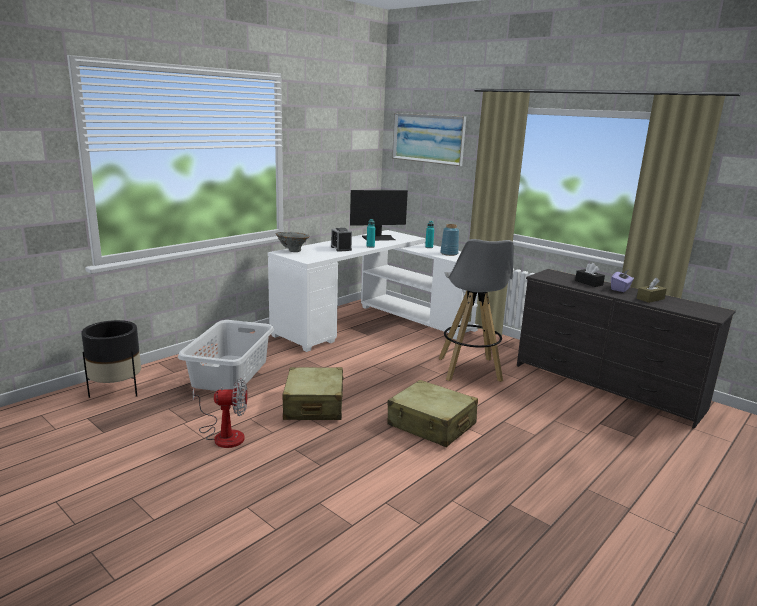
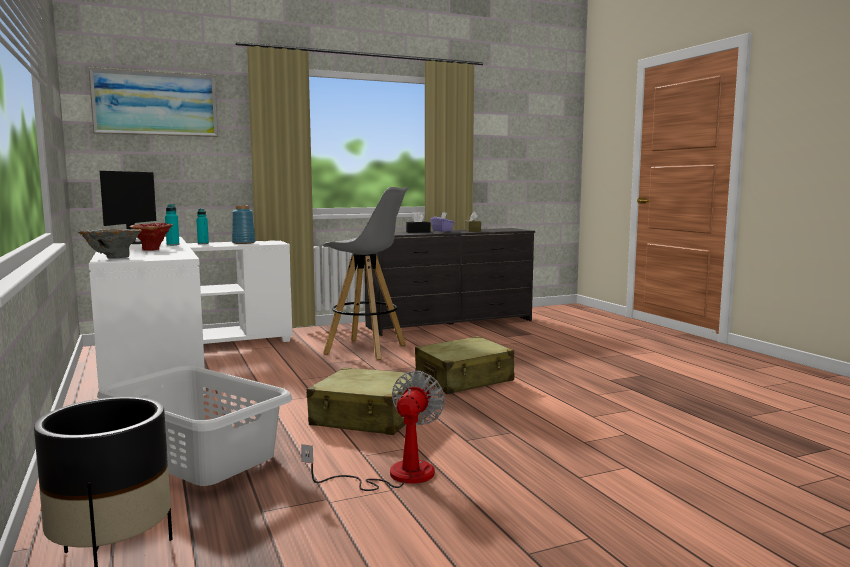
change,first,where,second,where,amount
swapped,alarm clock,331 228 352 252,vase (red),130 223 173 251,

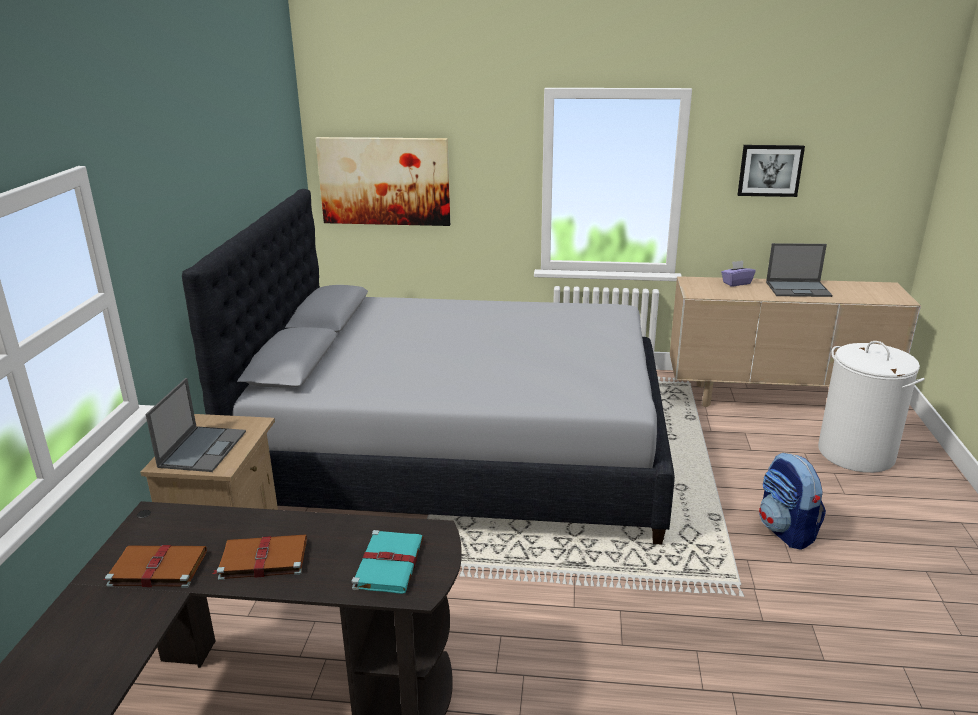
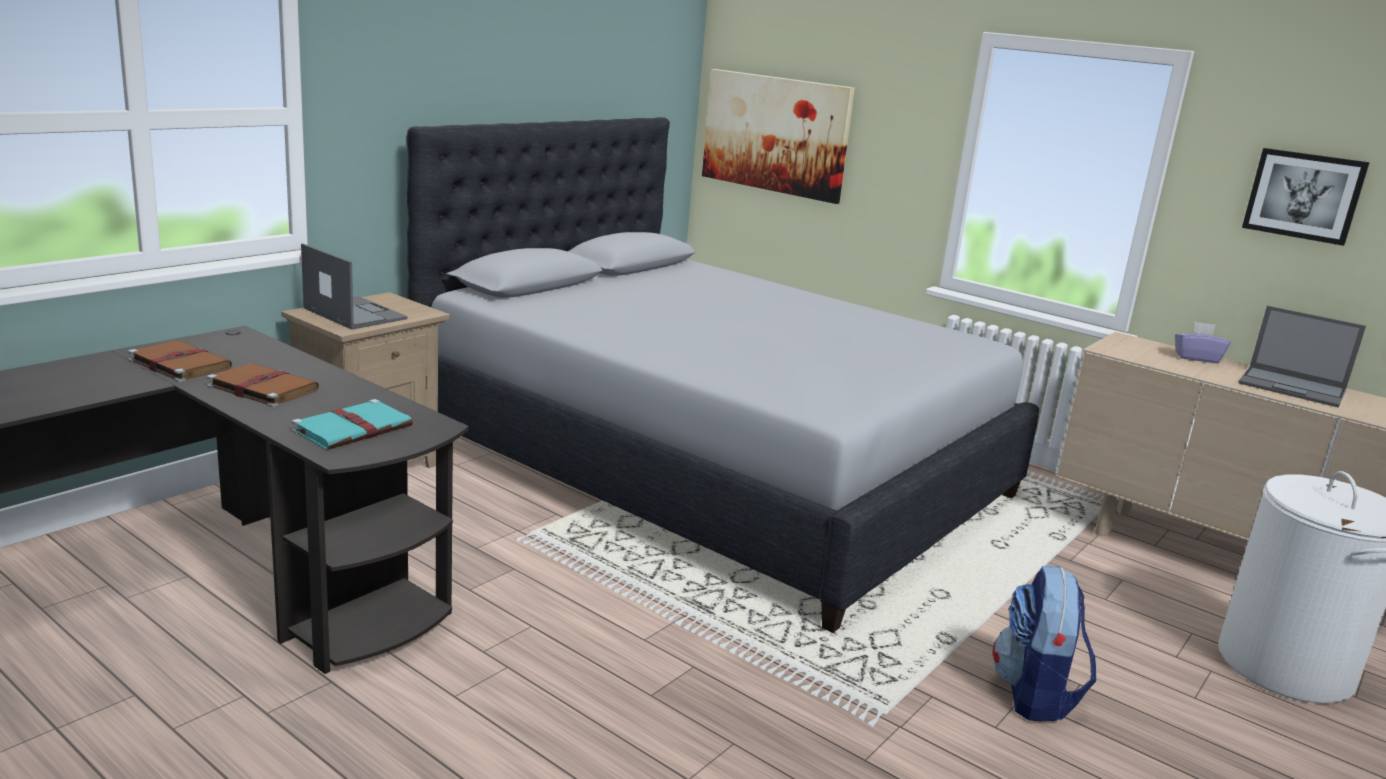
change,first,where,second,where,amount
rotated,laptop,146 378 246 472,,301 243 408 330,90 degrees counterclockwise

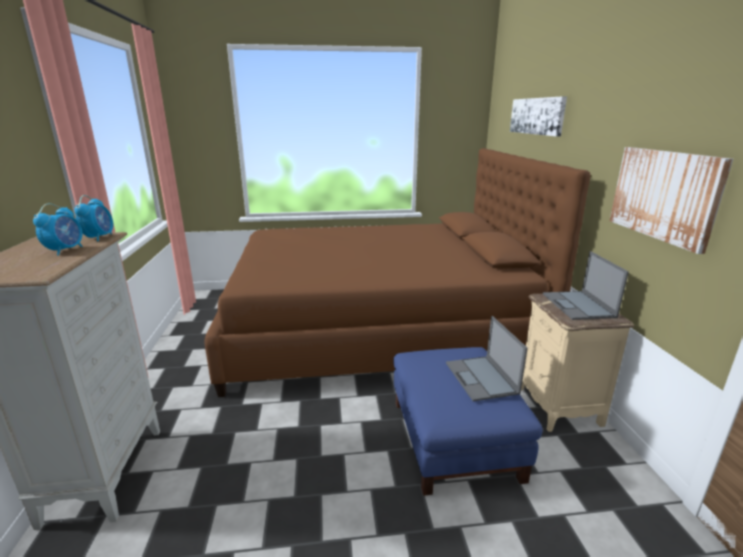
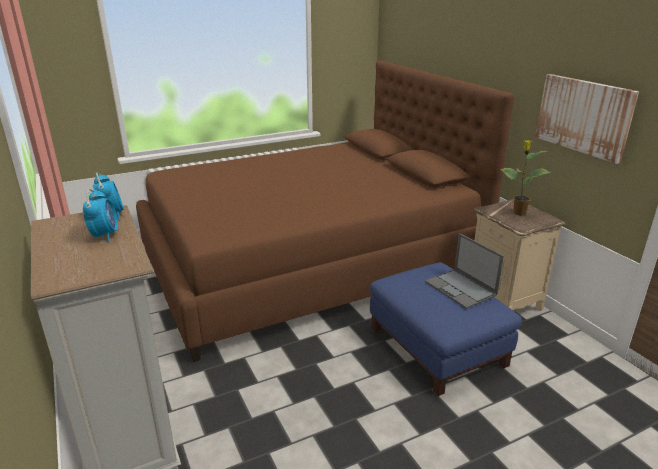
change,first,where,second,where,amount
gone,picture,510 96 567 137,,,
swapped,laptop,543 251 629 320,potted plant,500 140 550 216,

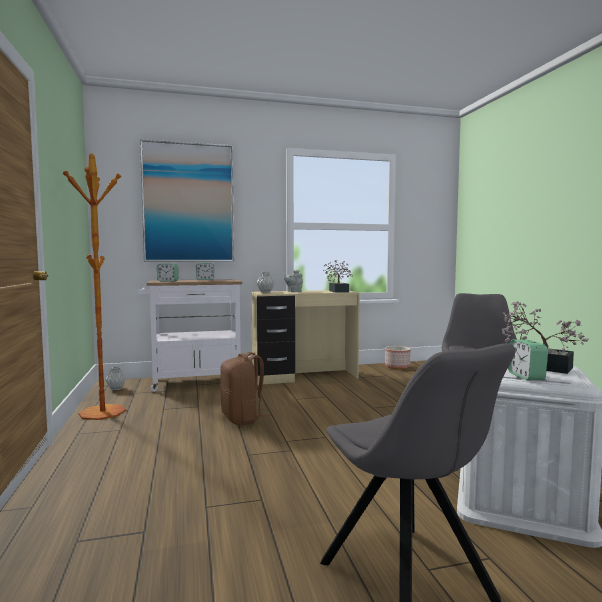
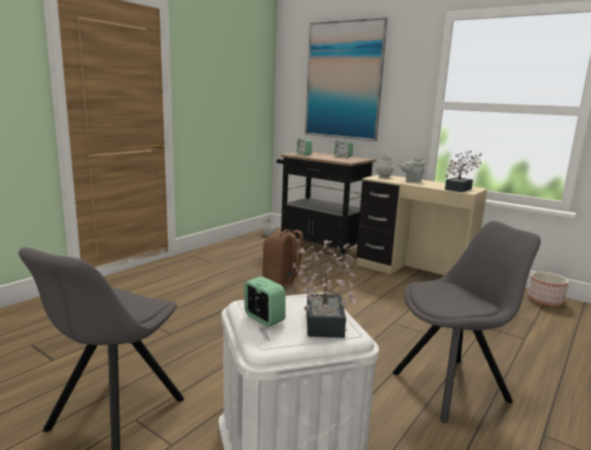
change,first,where,second,where,amount
gone,clothes rack (orange),63 153 126 420,,,
repainted,cart (white),137 279 242 392,cart (black),276 152 376 261,
rotated,alarm clock,508 339 548 381,,244 276 286 327,90 degrees clockwise

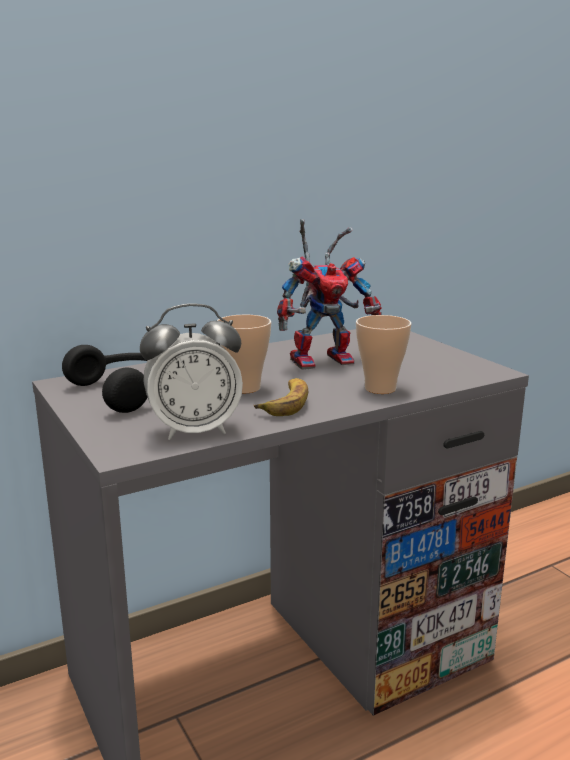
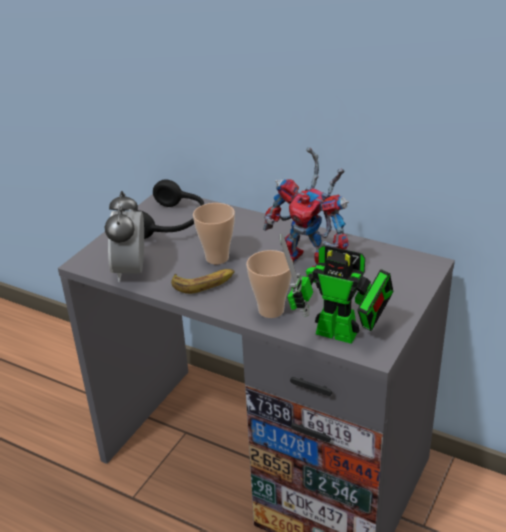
change,first,where,second,where,amount
rotated,alarm clock,140 303 243 440,,104 191 144 282,45 degrees clockwise
new,,,toy robot,280 234 393 344,

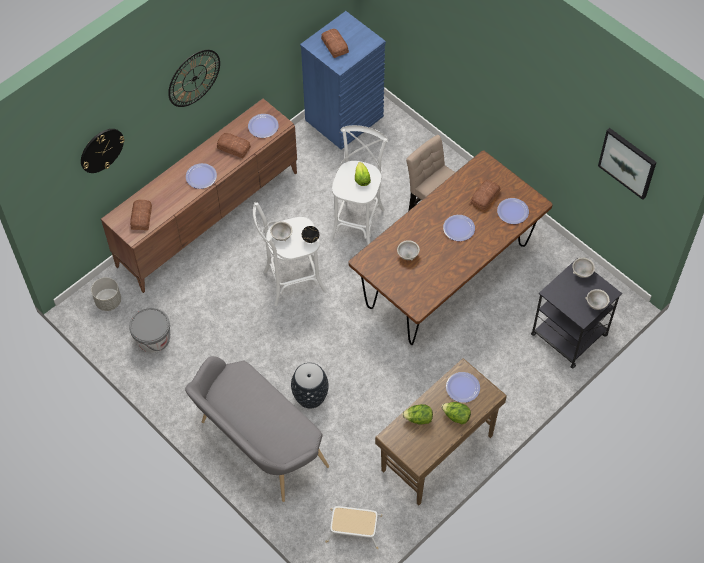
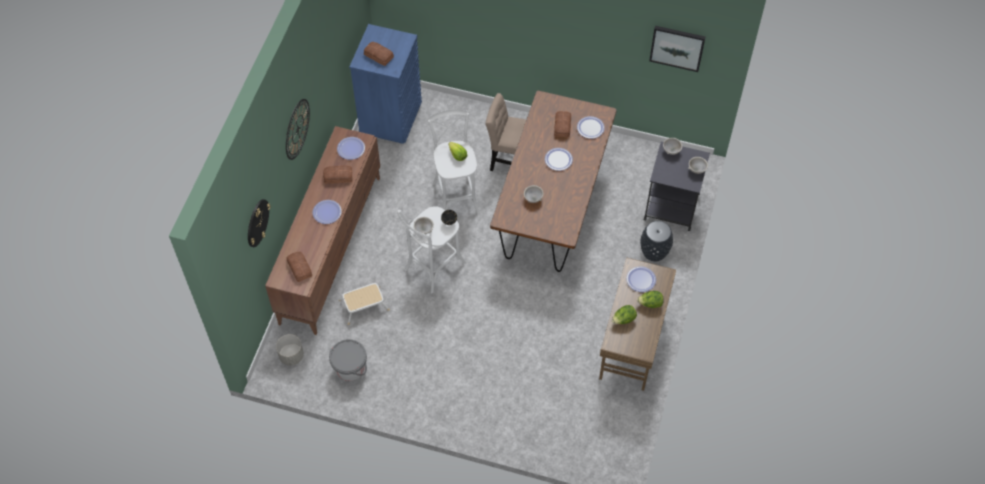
change,first,where,second,where,amount
gone,bench (grey),185 356 329 502,,,
shifted,stool (black),291 363 329 408,,640 221 673 261,
shifted,step ladder (beige),325 506 383 549,,338 283 390 325,

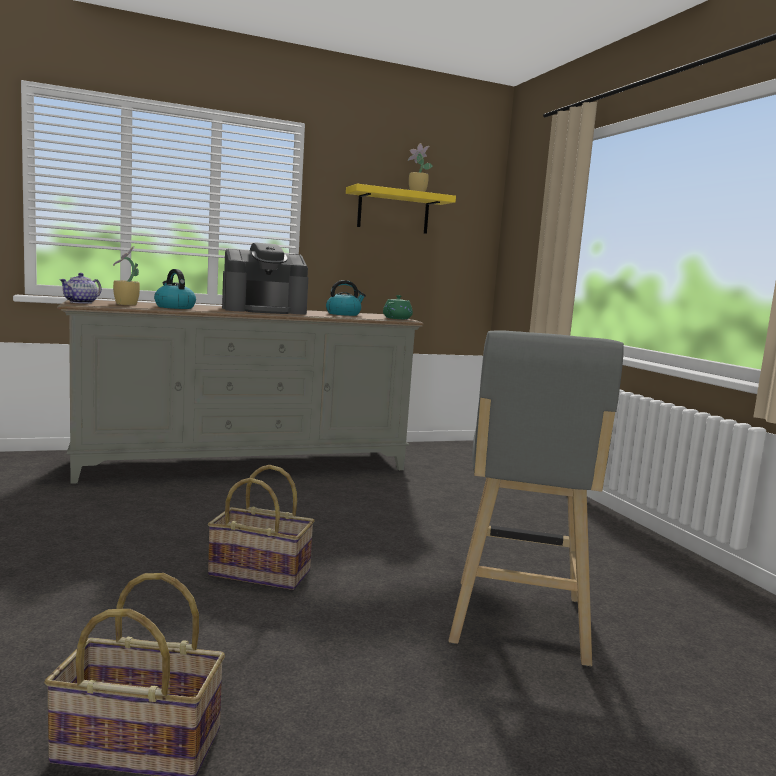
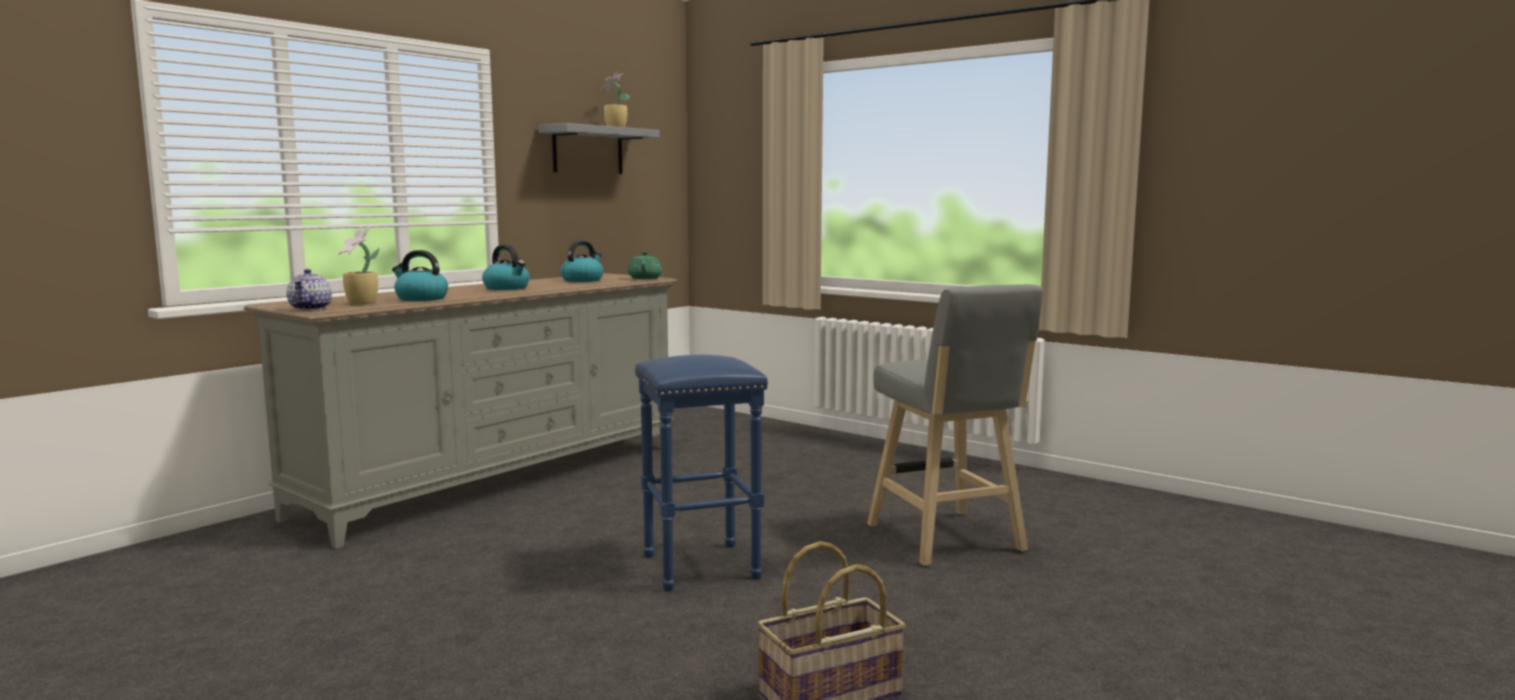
change,first,where,second,where,amount
swapped,basket,208 465 315 590,stool (blue),635 355 768 592,
swapped,coffee machine,222 242 308 314,kettle,482 244 530 290,
repainted,shelf (yellow),346 184 456 234,shelf (grey),538 123 660 174,

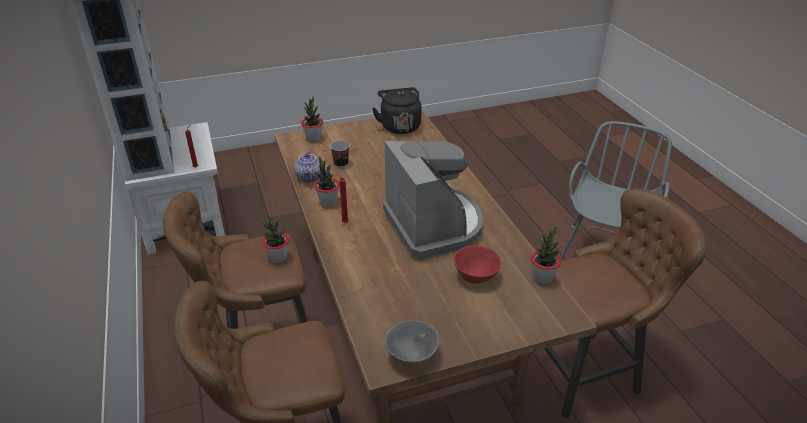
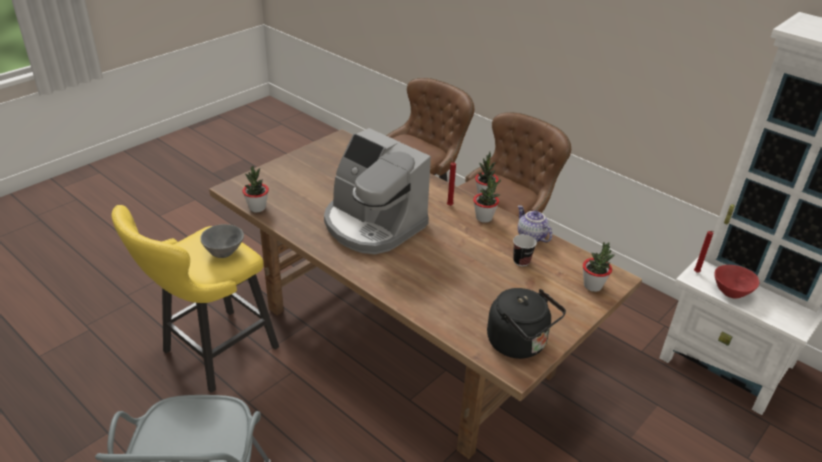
change,first,where,second,where,amount
shifted,bowl (grey),385 320 439 367,,200 224 244 258,
shifted,bowl (red),453 246 501 284,,714 265 759 298,
repainted,stool (brown),529 188 706 419,stool (yellow),111 205 279 393,

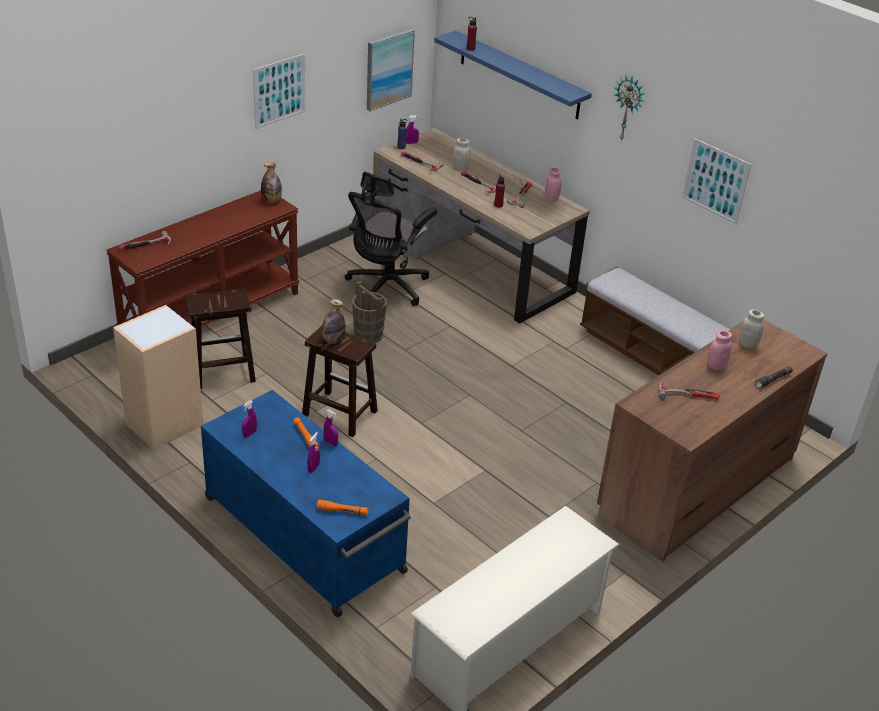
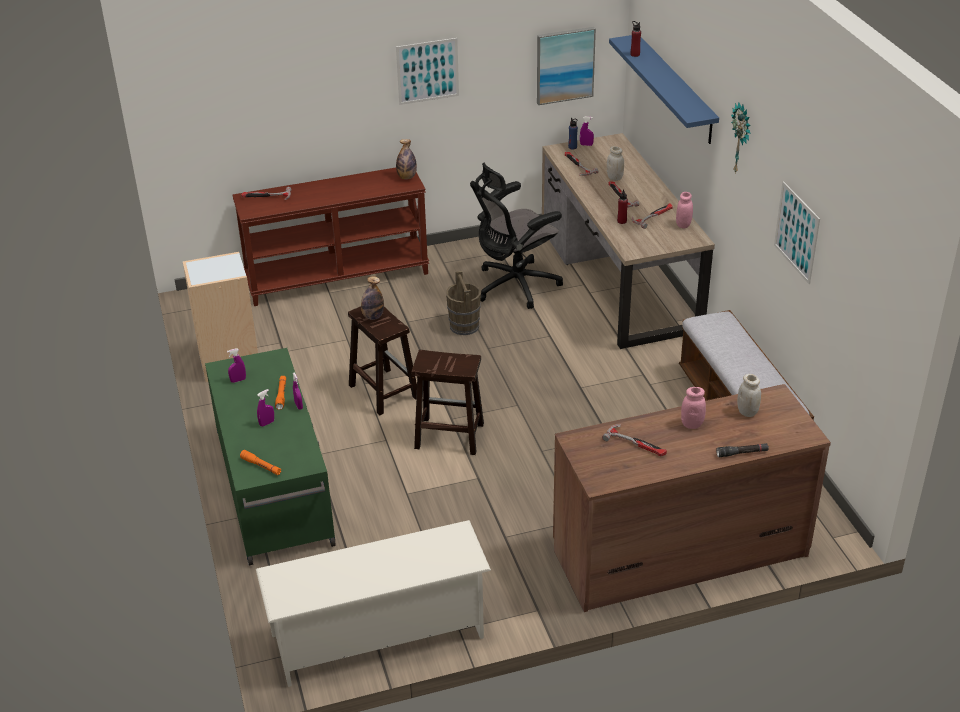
change,first,where,second,where,amount
shifted,stool (brown),186 288 256 389,,412 350 484 455,
repainted,cabinet (blue),201 390 411 617,cabinet (green),205 348 336 566,

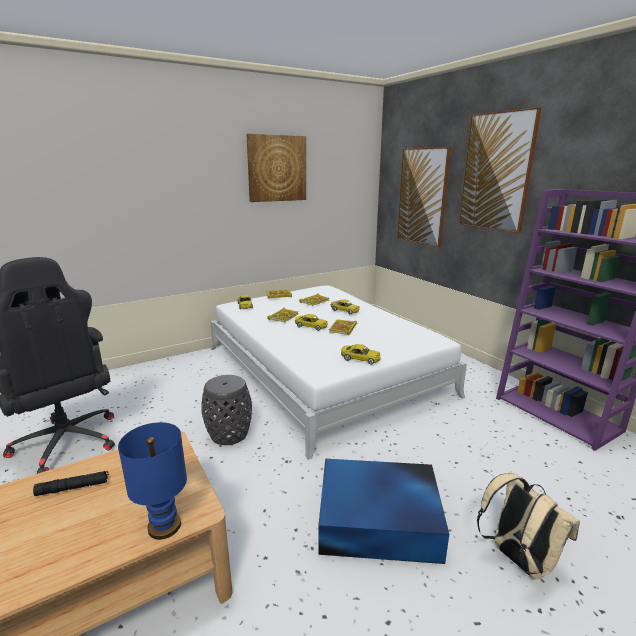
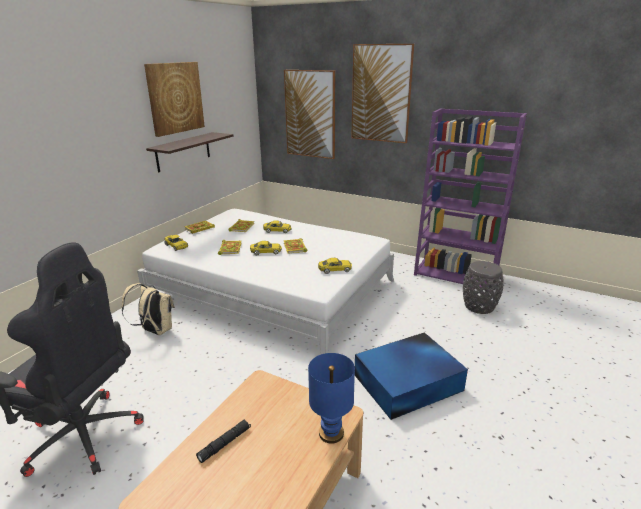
change,first,where,second,where,amount
shifted,stool (grey),201 375 252 445,,463 261 503 314,
shifted,backpack (beige),477 471 580 579,,122 283 175 335,
new,,,shelf,146 132 234 172,

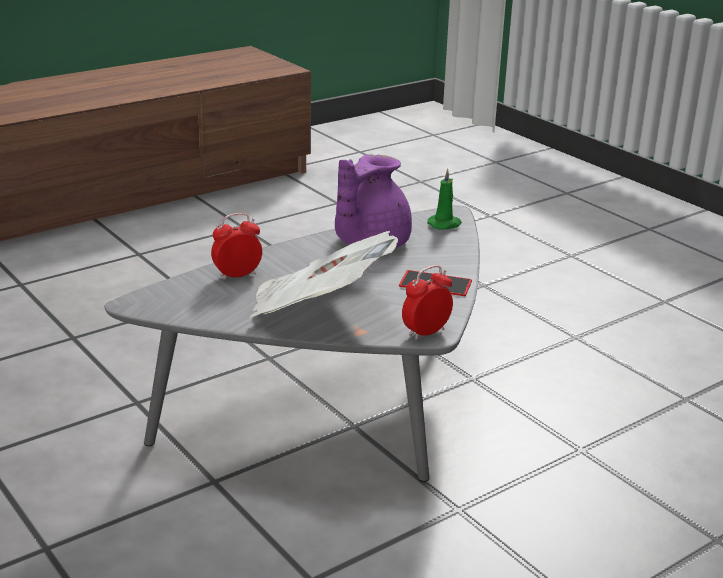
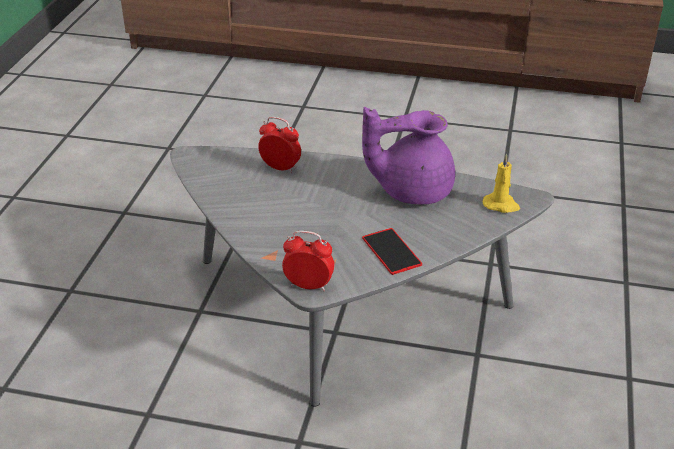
change,first,where,second,where,amount
gone,newspaper,250 231 398 318,,,
repainted,candle (green),427 169 462 230,candle (yellow),483 154 520 213,

